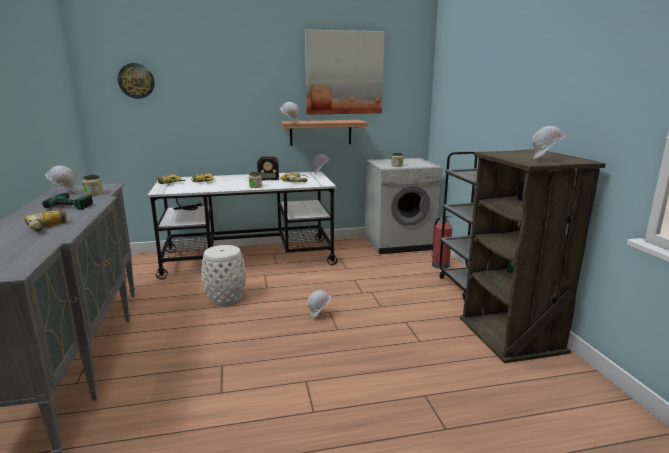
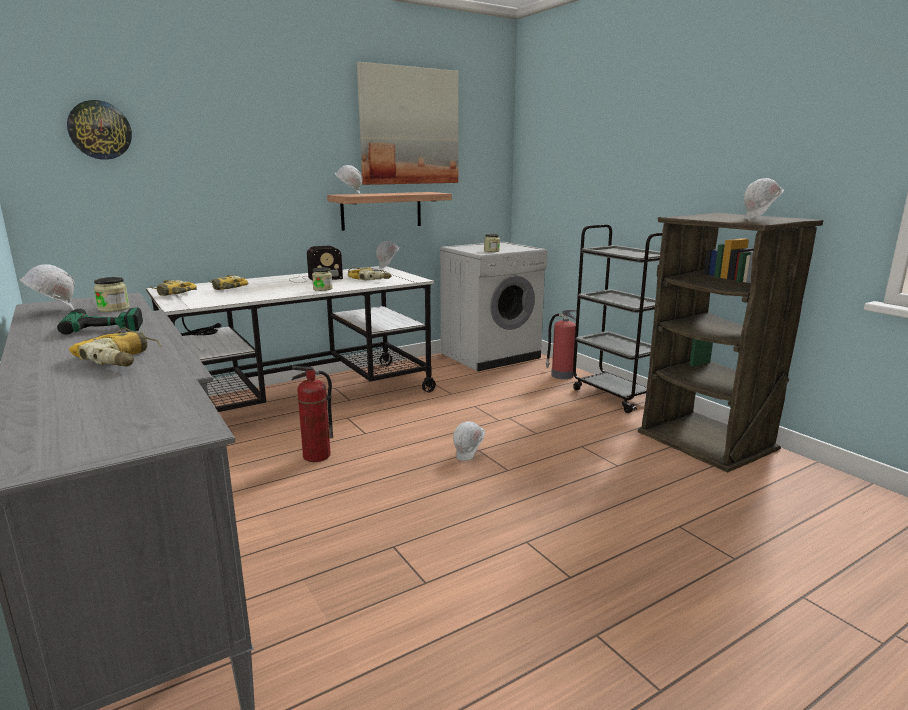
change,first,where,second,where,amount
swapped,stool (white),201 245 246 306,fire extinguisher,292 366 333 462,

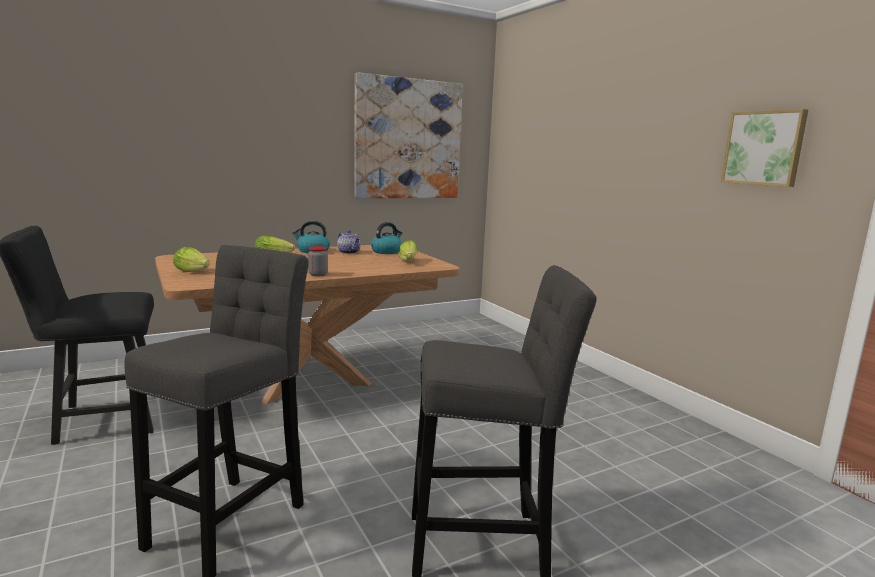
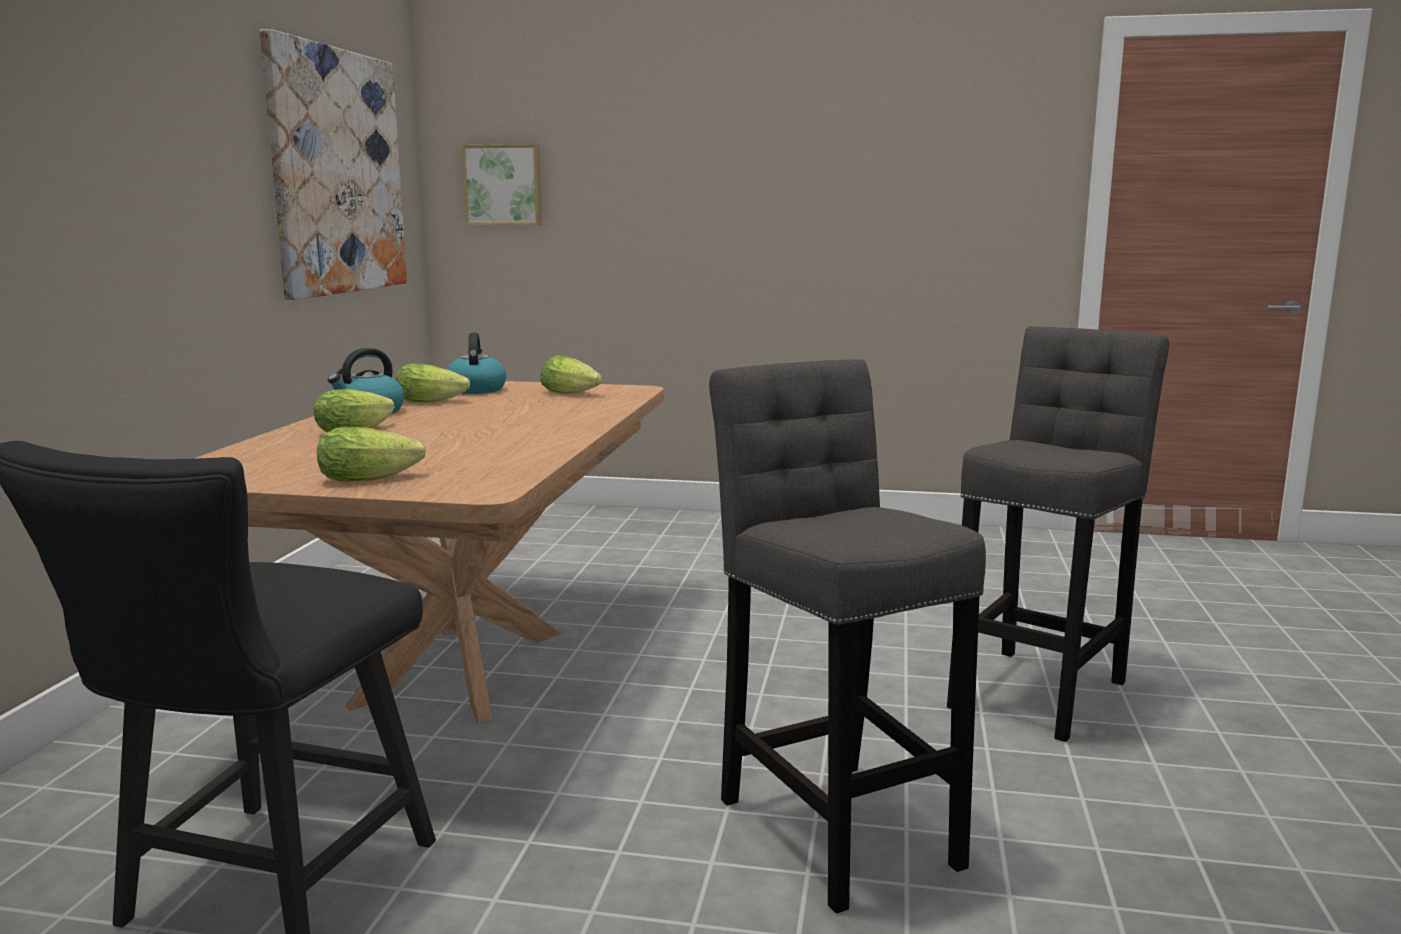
change,first,where,second,where,amount
gone,jar,308 246 328 276,,,
swapped,teapot,337 230 361 254,lettuce,395 363 470 403,
shifted,picture,721 109 808 187,,462 144 542 225,

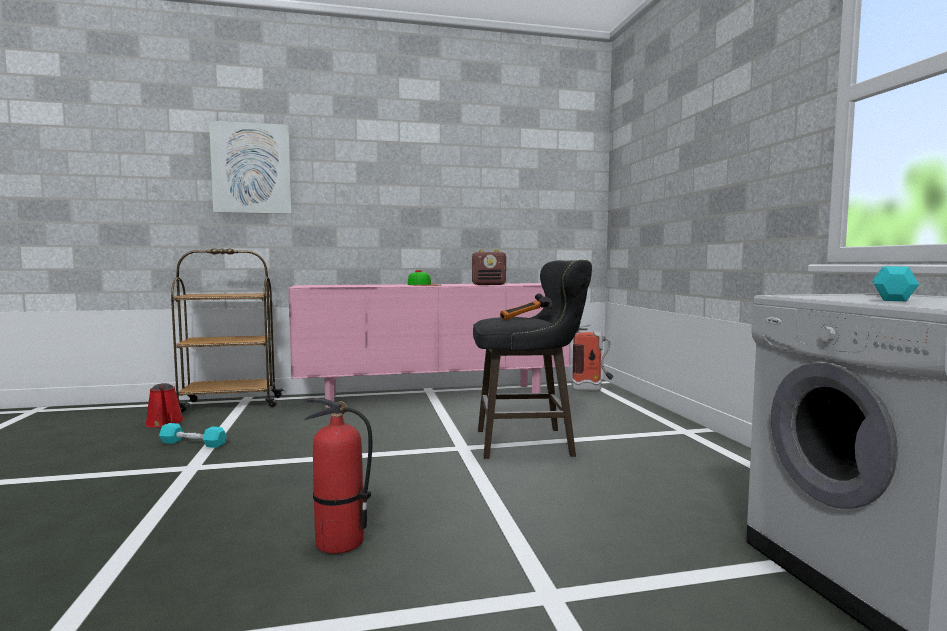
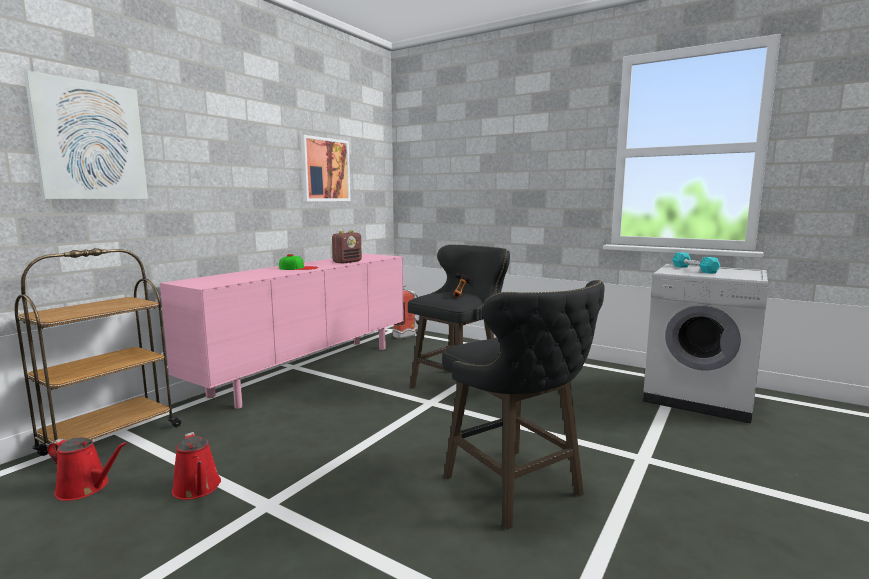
change,first,where,second,where,amount
swapped,dumbbell (turquoise),159 423 227 448,watering can (red),172 432 221 500,
swapped,fire extinguisher,305 398 372 554,stool (black),442 280 605 530,
new,,,picture,301 135 351 201,

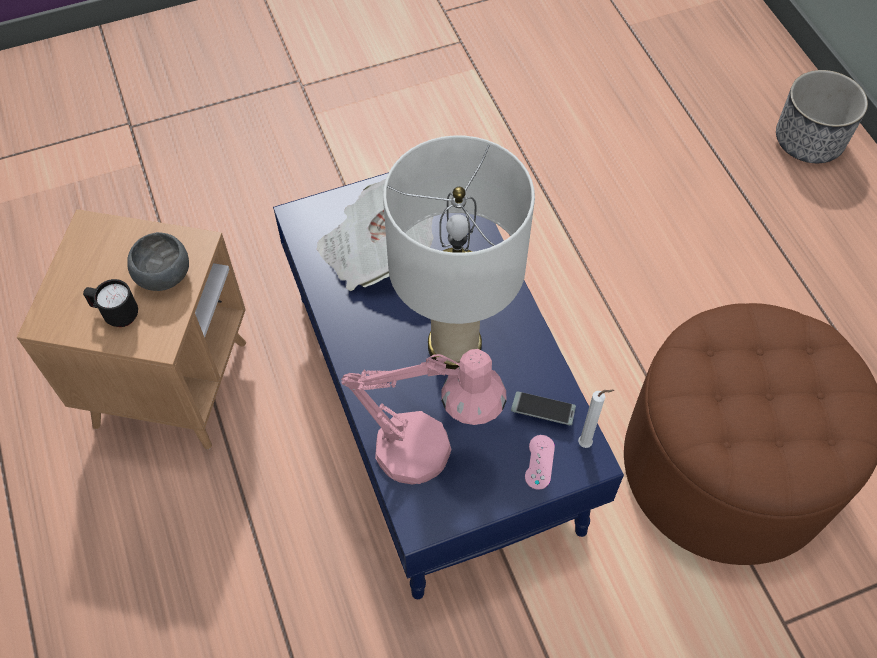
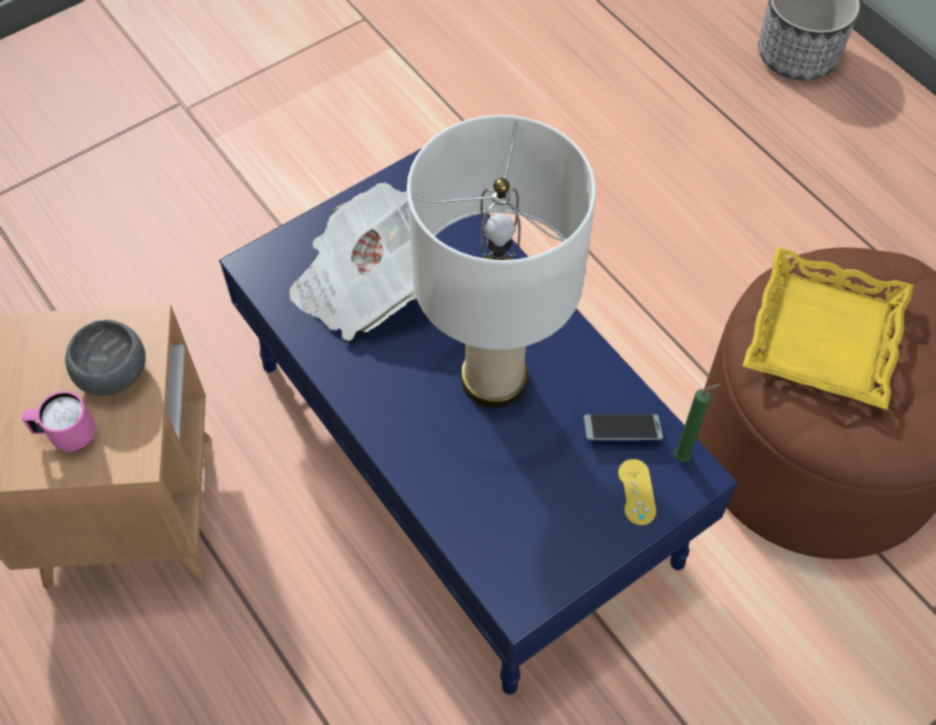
change,first,where,second,where,amount
repainted,mug (black),83 279 138 327,mug (pink),22 391 96 452,
gone,table lamp (pink),341 349 507 485,,,
repainted,game controller (pink),525 435 555 490,game controller (yellow),618 459 656 525,
repainted,candle (white),578 390 614 448,candle (green),674 384 721 462,
new,,,tray (yellow),743 247 913 409,

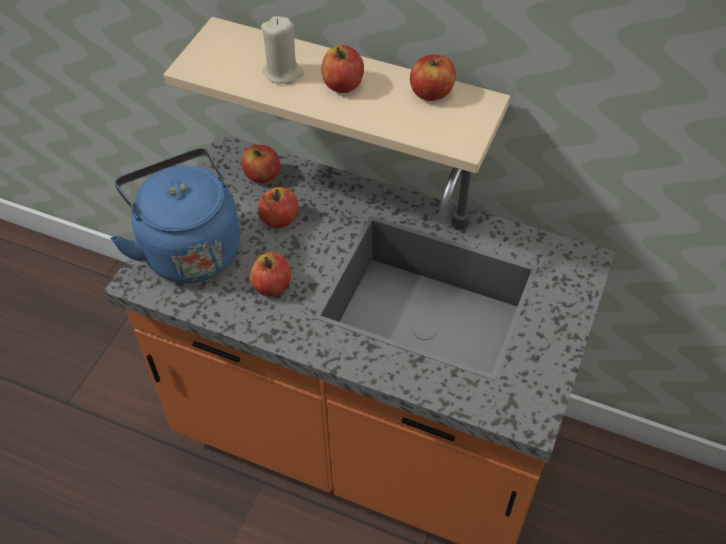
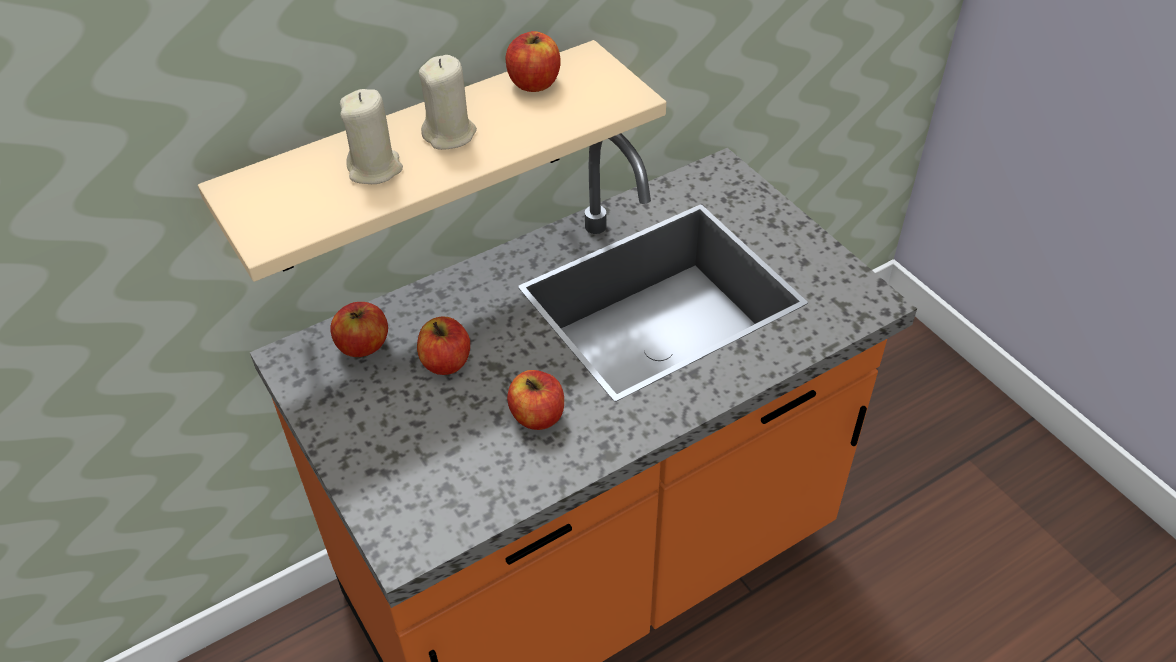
change,first,where,second,where,amount
gone,kettle (blue),110 148 240 283,,,
swapped,apple,321 45 364 93,candle (beige),419 55 477 150,

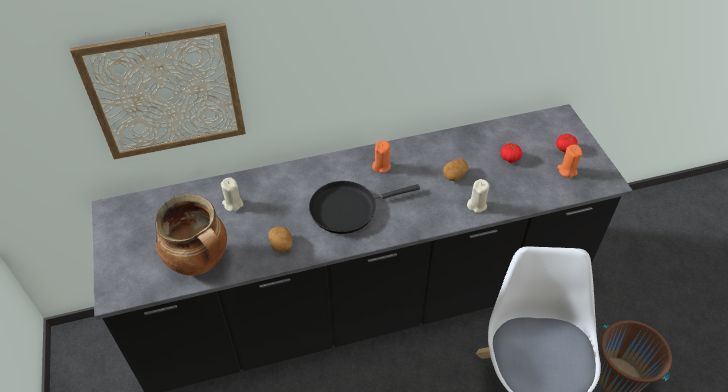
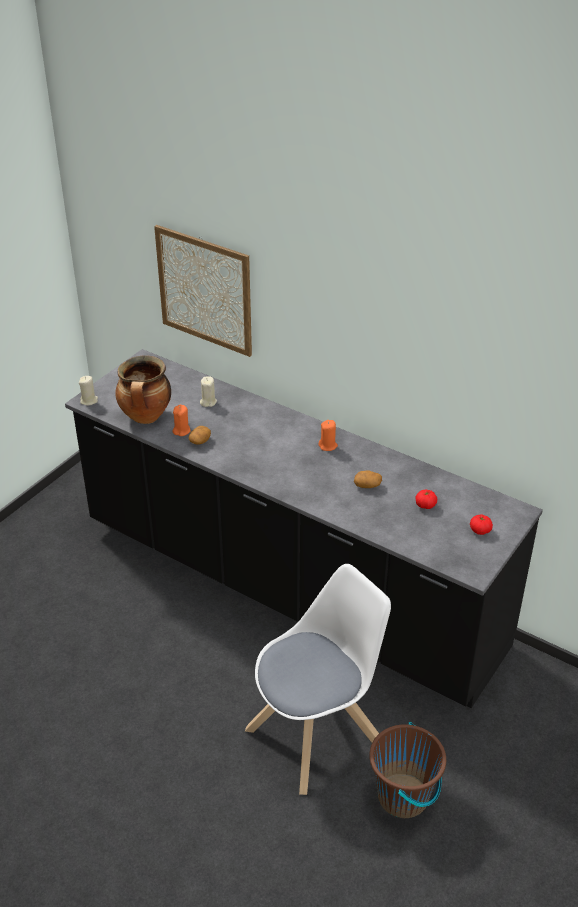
change,first,where,second,where,amount
gone,frying pan (black),309 181 420 234,,,
shifted,candle (beige),467 179 490 213,,79 376 98 405,
shifted,candle (orange),557 144 582 178,,172 405 191 436,

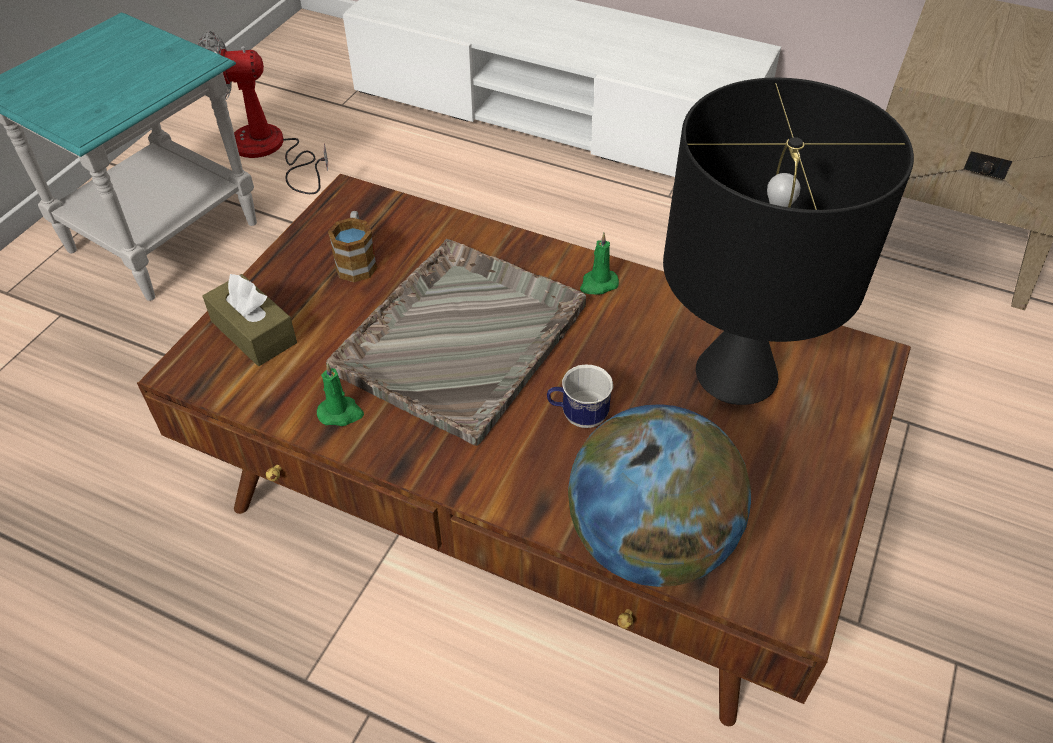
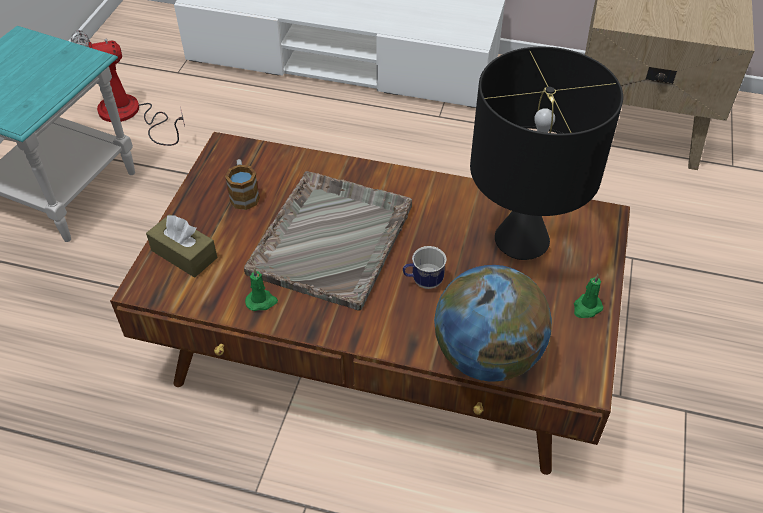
change,first,where,second,where,amount
shifted,candle (green),580 233 619 295,,574 274 603 318,

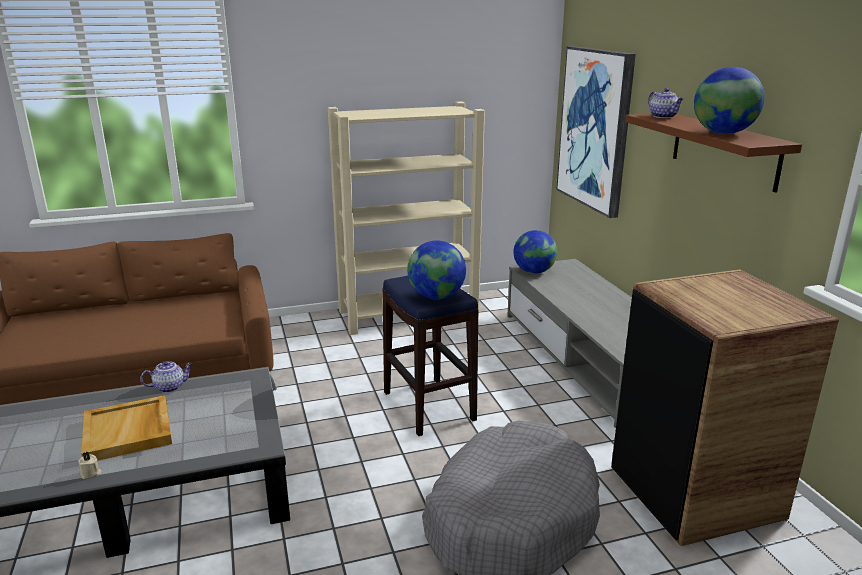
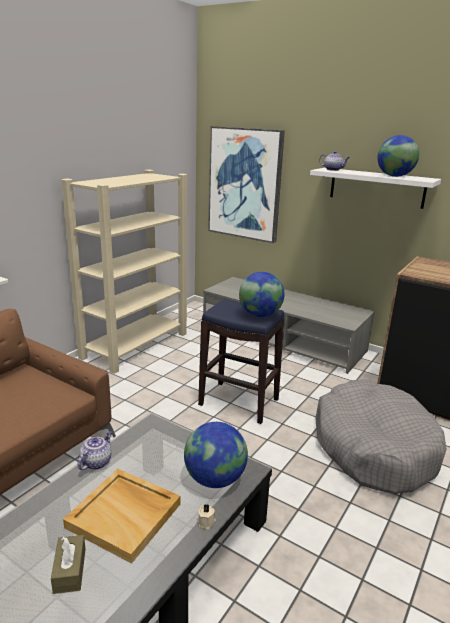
change,first,where,second,where,amount
shifted,candle (beige),78 452 101 479,,198 504 216 530,
shifted,globe,514 230 557 274,,184 422 248 488,
repainted,shelf (brown),625 113 802 193,shelf (white),310 168 441 209,
new,,,tissue box (brown),51 535 86 594,

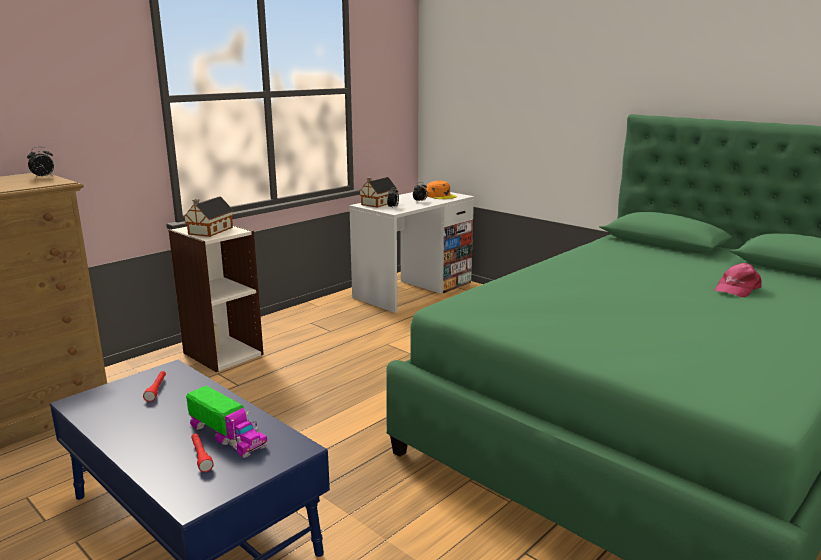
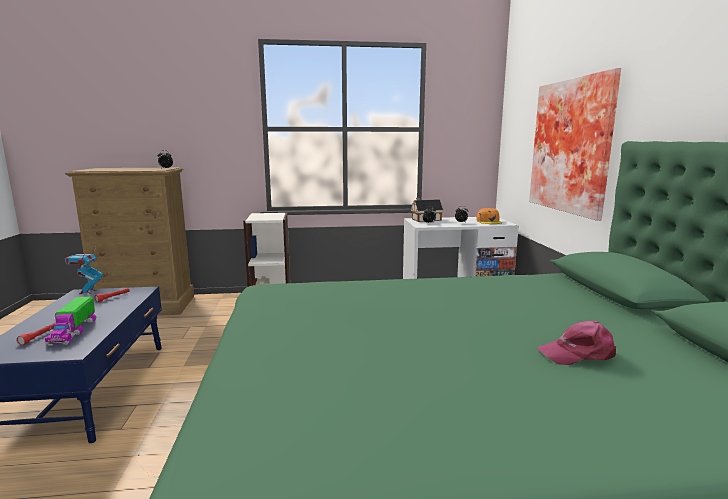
change,first,where,second,where,amount
gone,toy house,183 197 234 237,,,
new,,,toy robot,65 247 104 294,
new,,,picture,529 68 621 221,

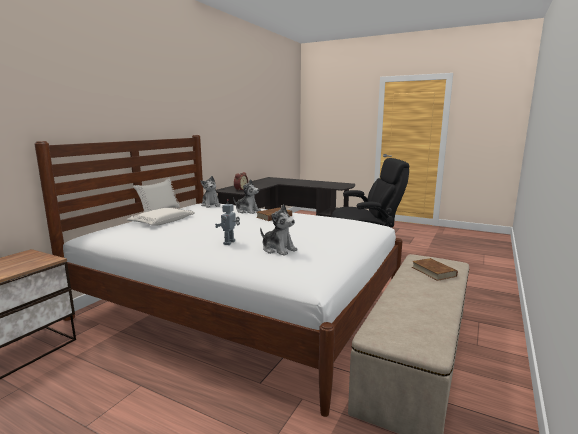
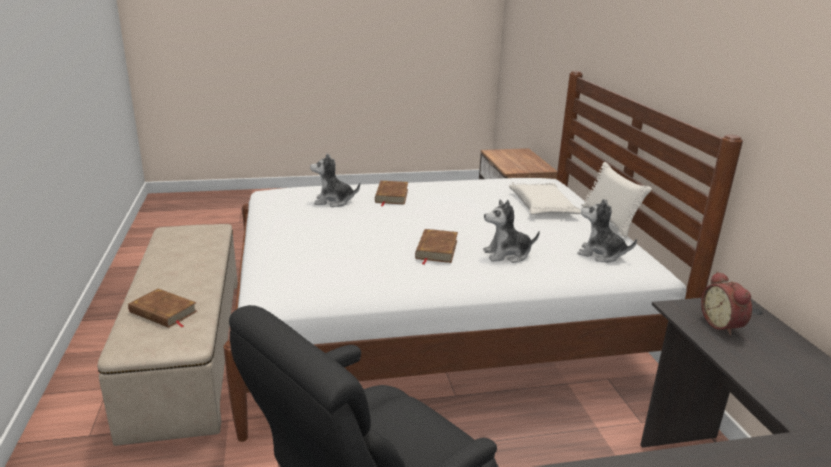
change,first,where,second,where,amount
swapped,toy robot,215 199 240 245,book (brown),375 181 408 207,

